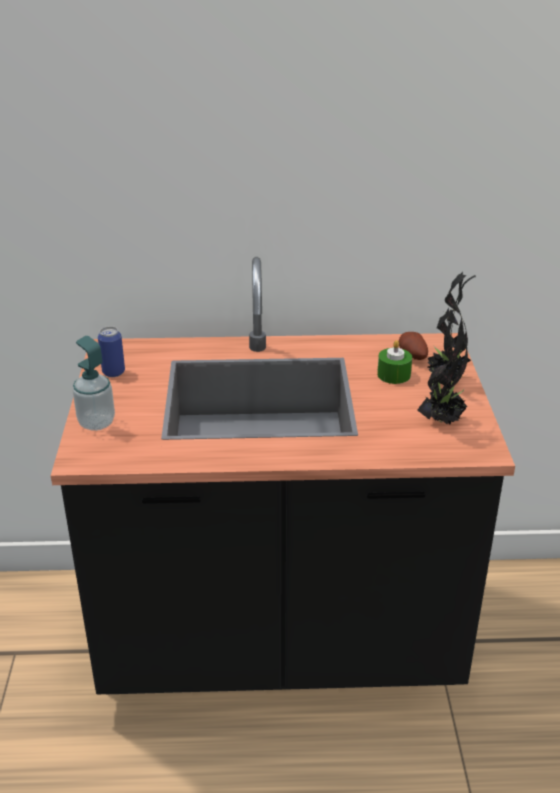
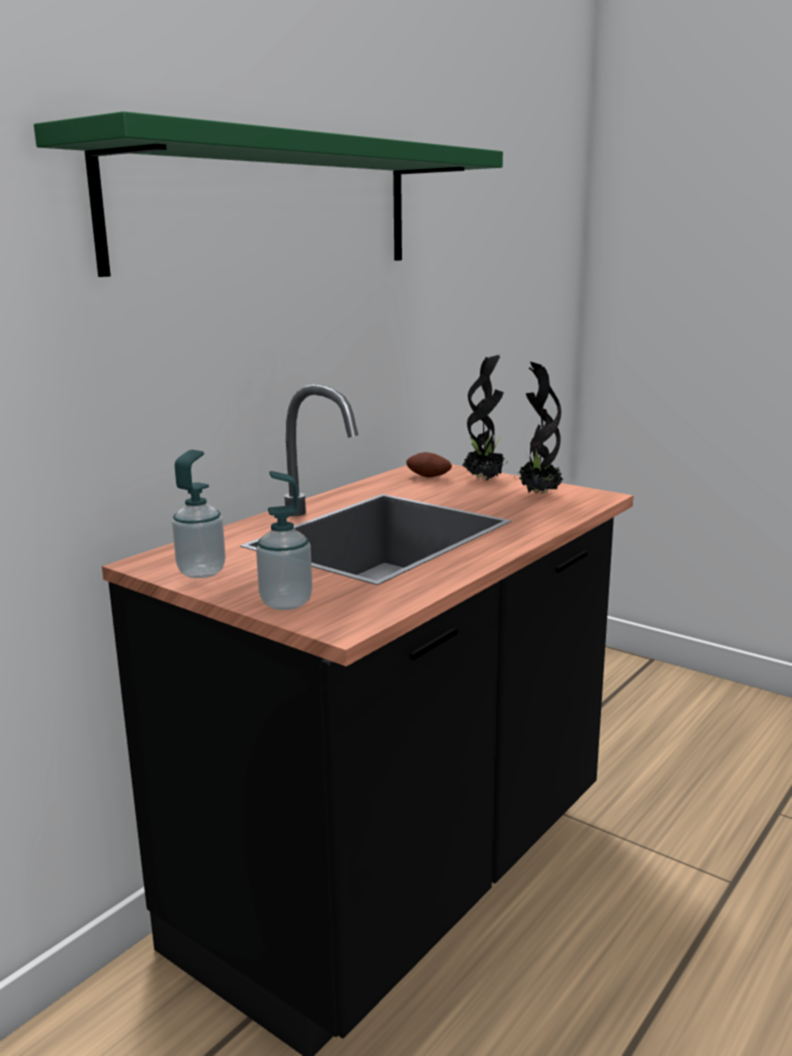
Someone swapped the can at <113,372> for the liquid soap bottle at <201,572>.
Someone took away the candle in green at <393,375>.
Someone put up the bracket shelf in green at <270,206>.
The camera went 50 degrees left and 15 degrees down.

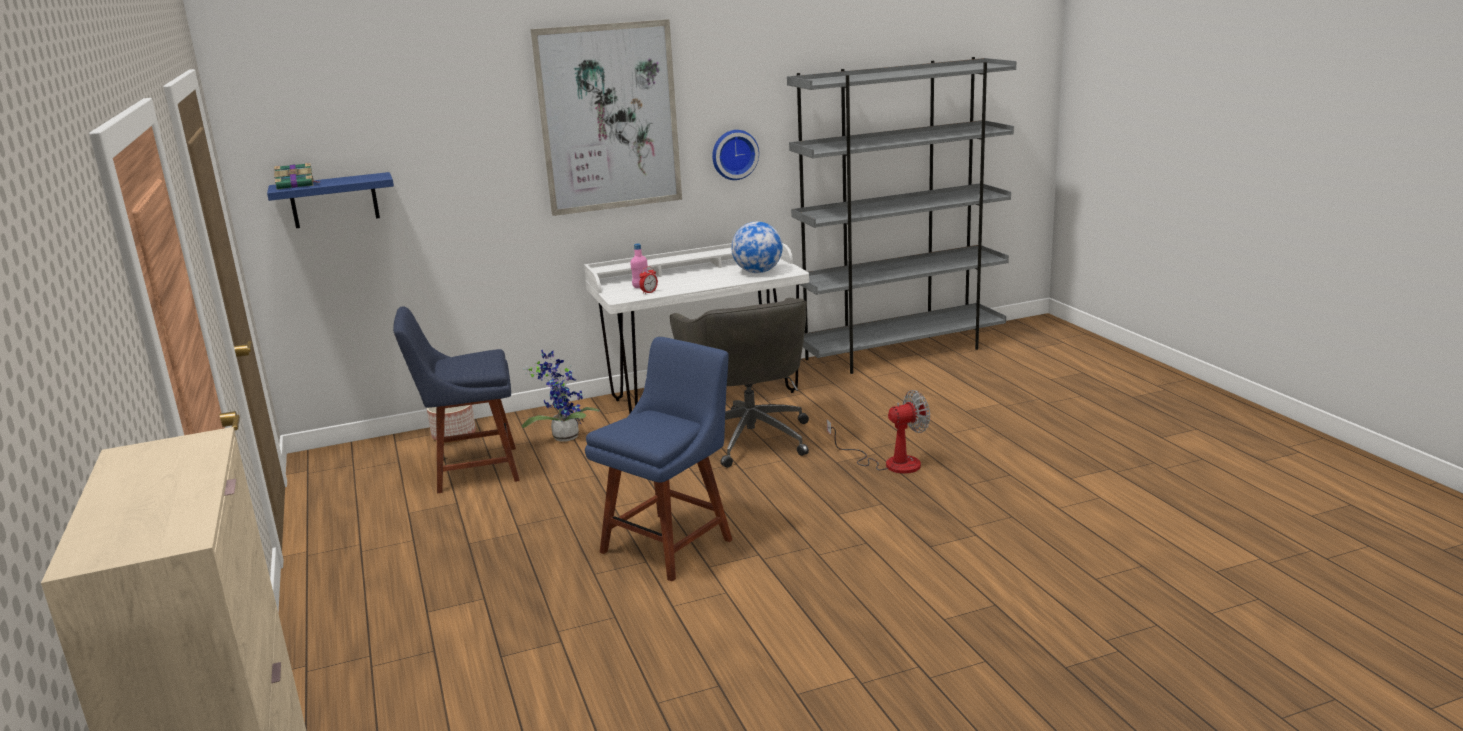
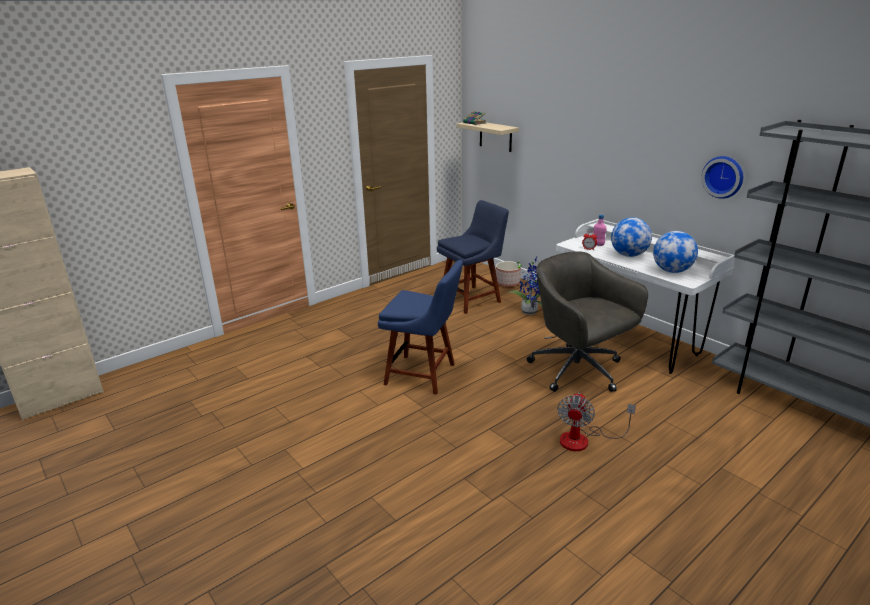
Someone took away the wall picture at <609,118>.
Someone repainted the bracket shelf in blue-coloured at <334,200>, which became the bracket shelf in beige-coloured at <495,136>.
Someone rotated the computer chair in greyish at <750,437> by 90 degrees clockwise.
Someone rotated the chair in blue-coloured at <471,470> by 90 degrees clockwise.
Someone rotated the fan at <890,463> by 60 degrees clockwise.
Someone put down the desk globe at <629,255>.
The camera went 70 degrees right and 5 degrees up.

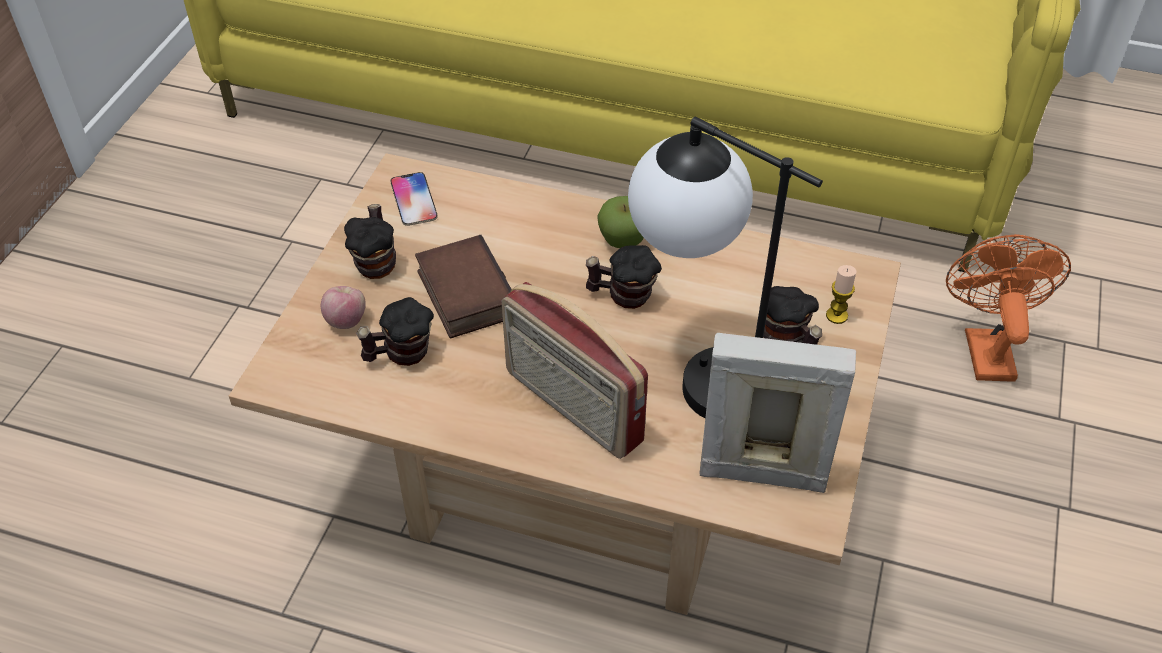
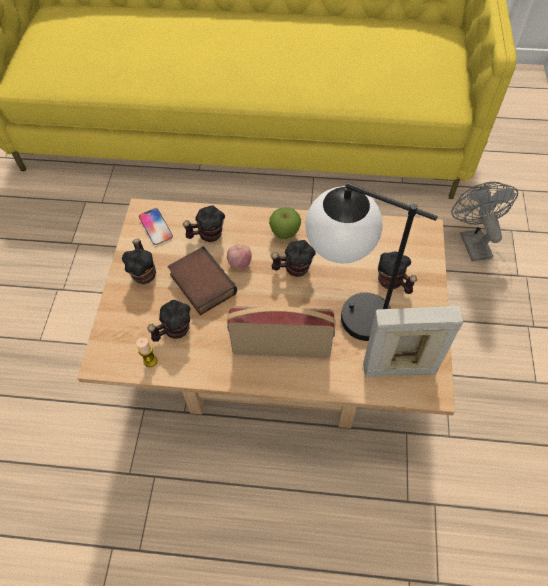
Someone repainted the fan in orangey at <985,347>, which became the fan in greyish at <472,241>.
Someone carried the candle from <836,315> to <150,360>.
Someone rotated the radio receiver at <571,408> by 150 degrees clockwise.
Someone carried the apple fruit from <346,320> to <240,263>.
Someone put down the tea mug at <206,235>.
The camera went 10 degrees left and 10 degrees up.

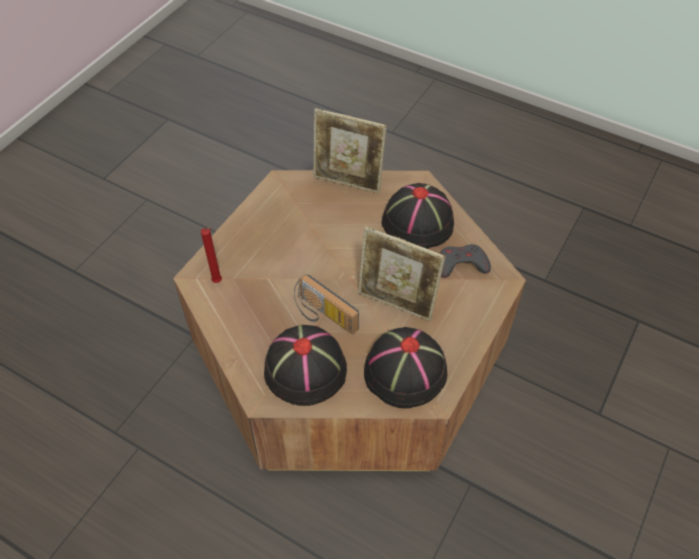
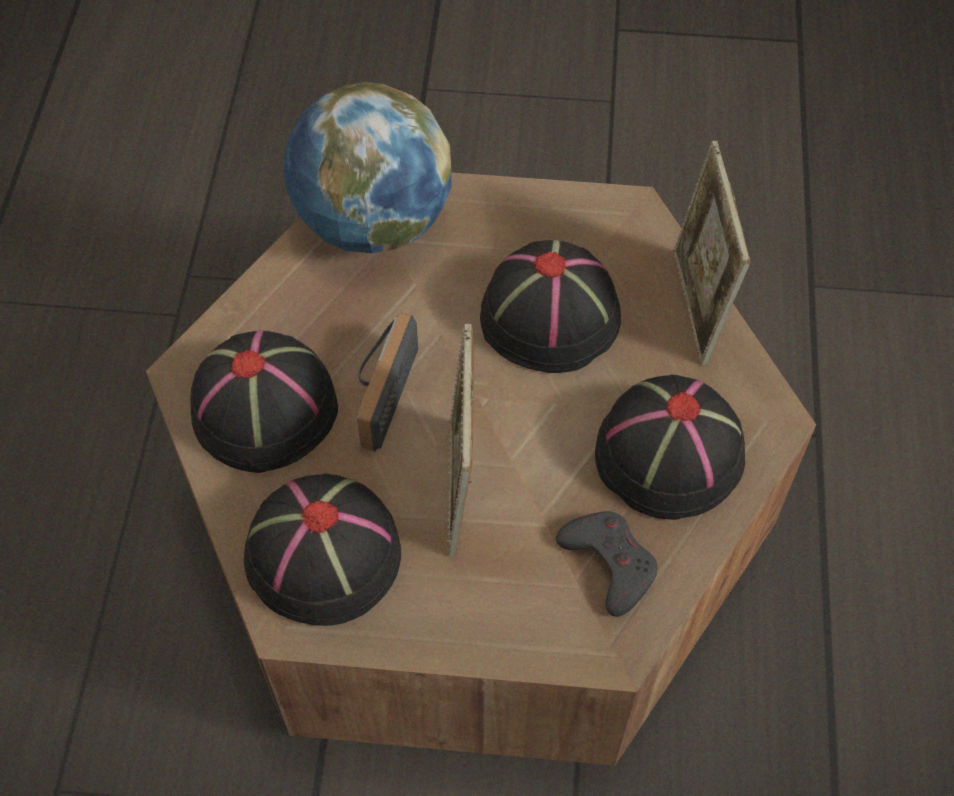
Someone swapped the candle in red at <218,282> for the desk globe at <373,223>.
Someone put down the hat in blackish at <551,316>.
The camera went 65 degrees right and 5 degrees up.

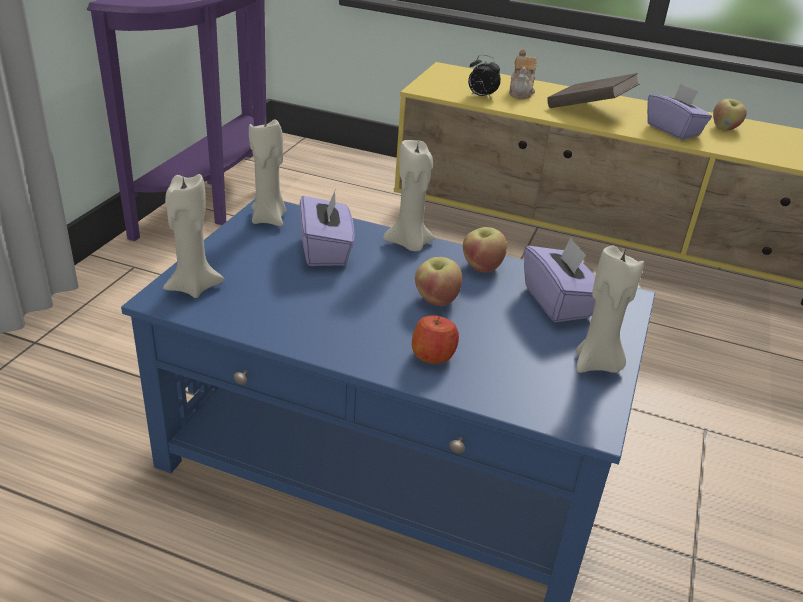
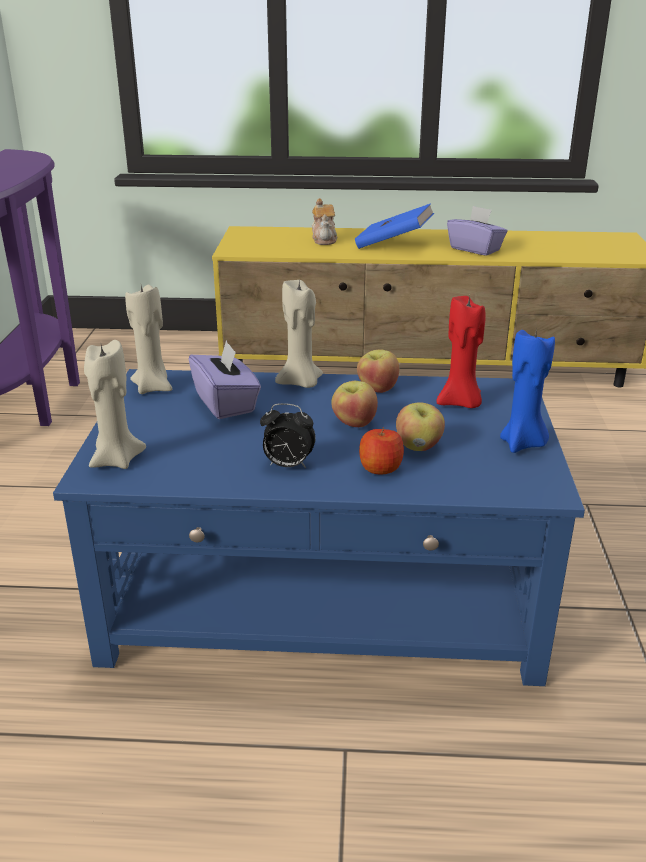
Someone carried the table clock from <481,96> to <287,465>.
Someone repainted the book in brown-coloured at <589,110>, which became the book in blue-coloured at <393,244>.
Someone carried the apple fruit from <725,128> to <419,446>.
Someone swapped the tissue box in purple-coloured at <558,302> for the candle in red at <460,403>.
Someone repainted the candle in beige-coloured at <597,364>, which became the candle in blue-coloured at <523,444>.
The camera went 15 degrees left and 5 degrees down.

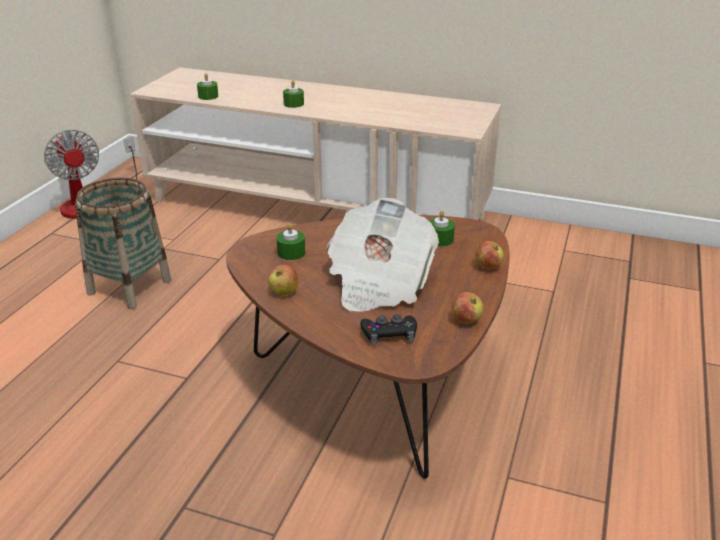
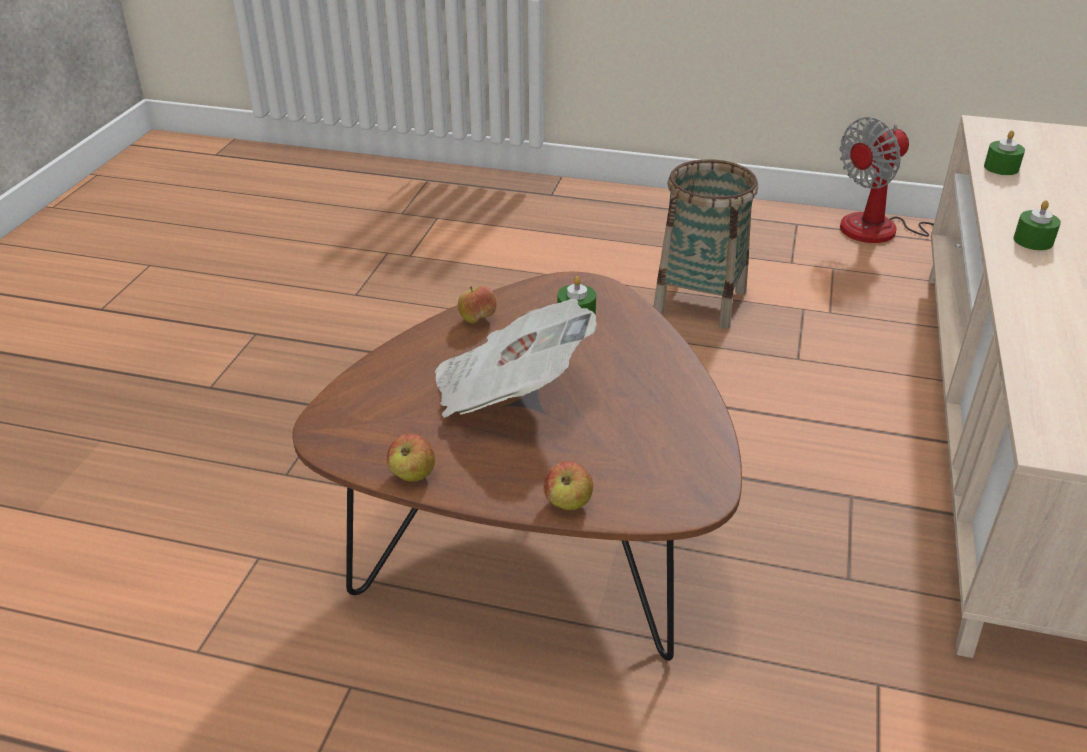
Someone took away the candle in green at <440,239>.
Someone took away the game controller in blackish at <389,334>.
The camera went 85 degrees right and 5 degrees up.

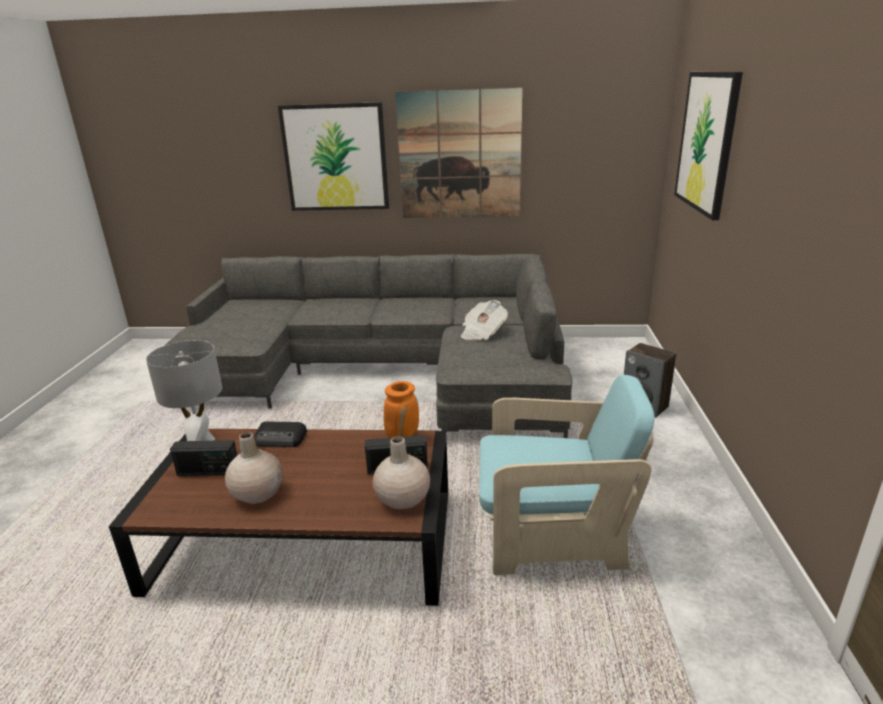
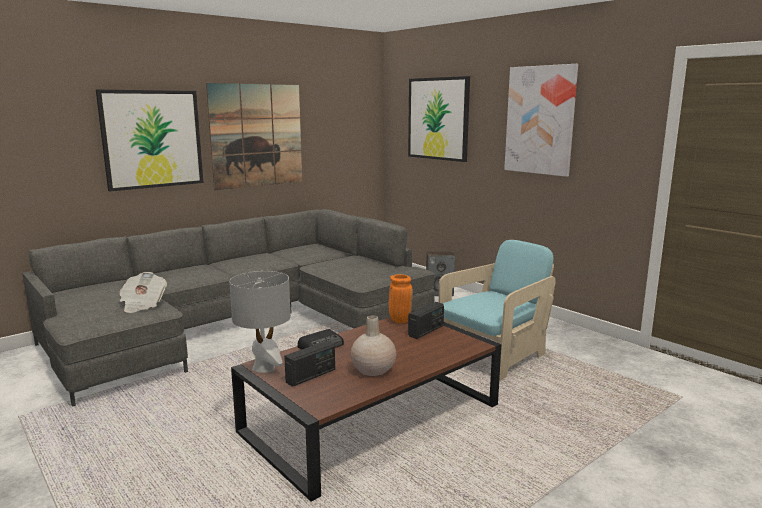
Someone carried the printed paper from <482,333> to <142,304>.
Someone took away the flower vase in beige-coloured at <402,499>.
Someone put up the wall picture at <540,120>.
The camera went 45 degrees left and 10 degrees down.

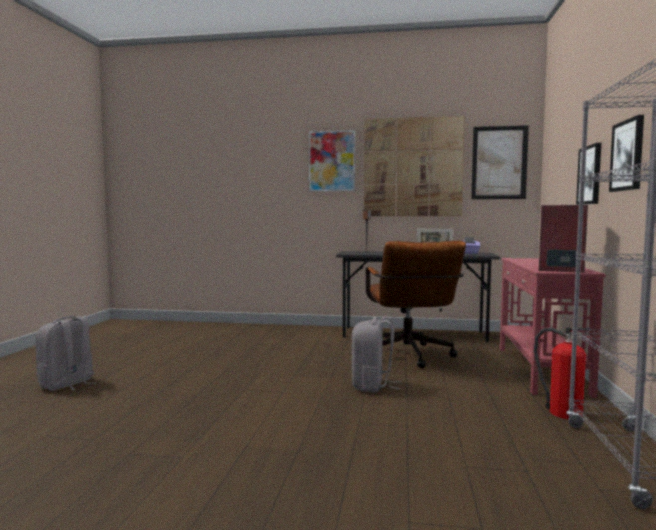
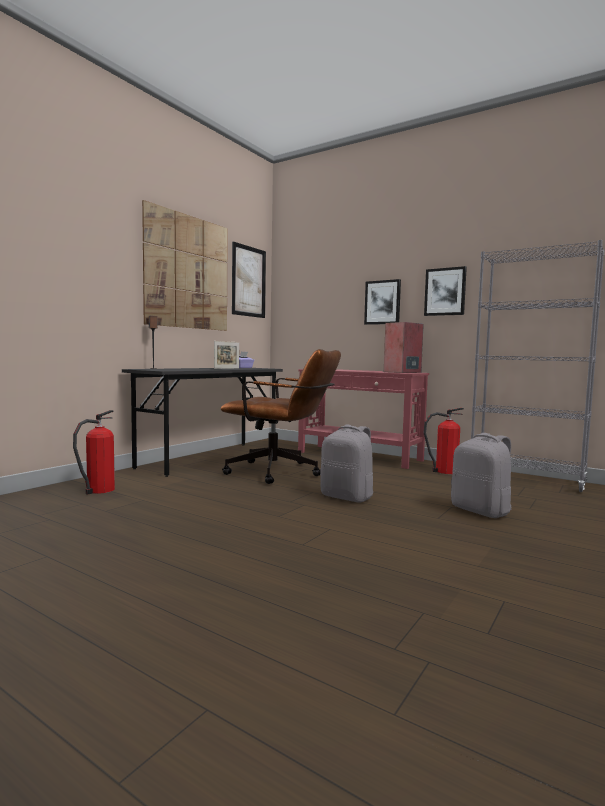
Someone took away the wall picture at <332,161>.
Someone carried the backpack in greyish from <67,384> to <481,511>.
Someone put down the fire-fighting cylinder at <99,490>.
The camera went 65 degrees left and 0 degrees up.

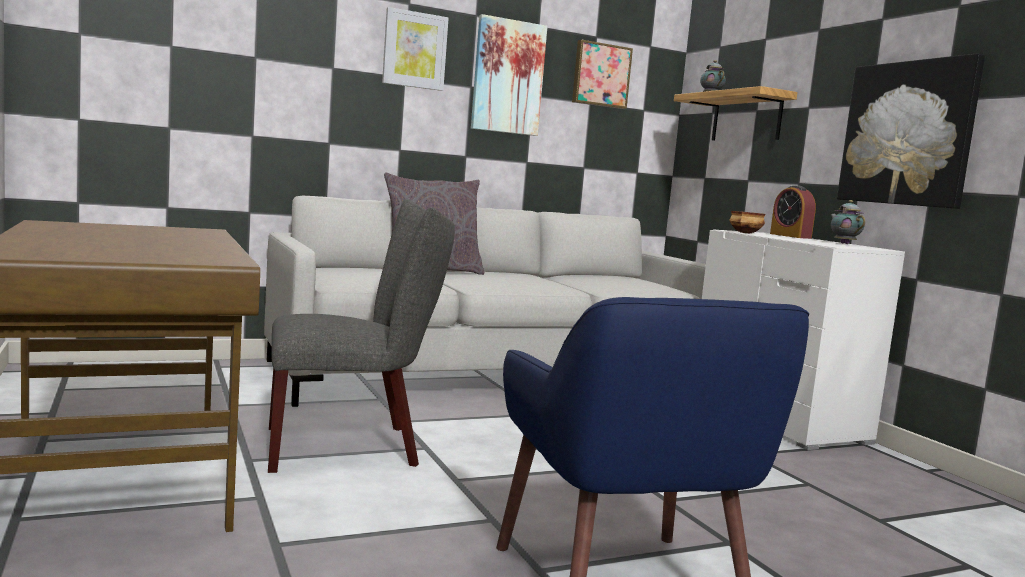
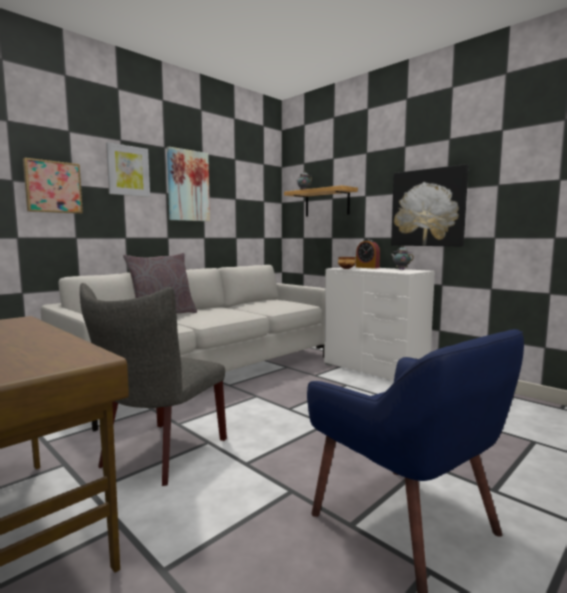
Someone carried the wall picture from <600,75> to <53,187>.
Someone rotated the chair in greyish at <352,446> by 150 degrees clockwise.
The camera went 20 degrees left and 0 degrees up.

